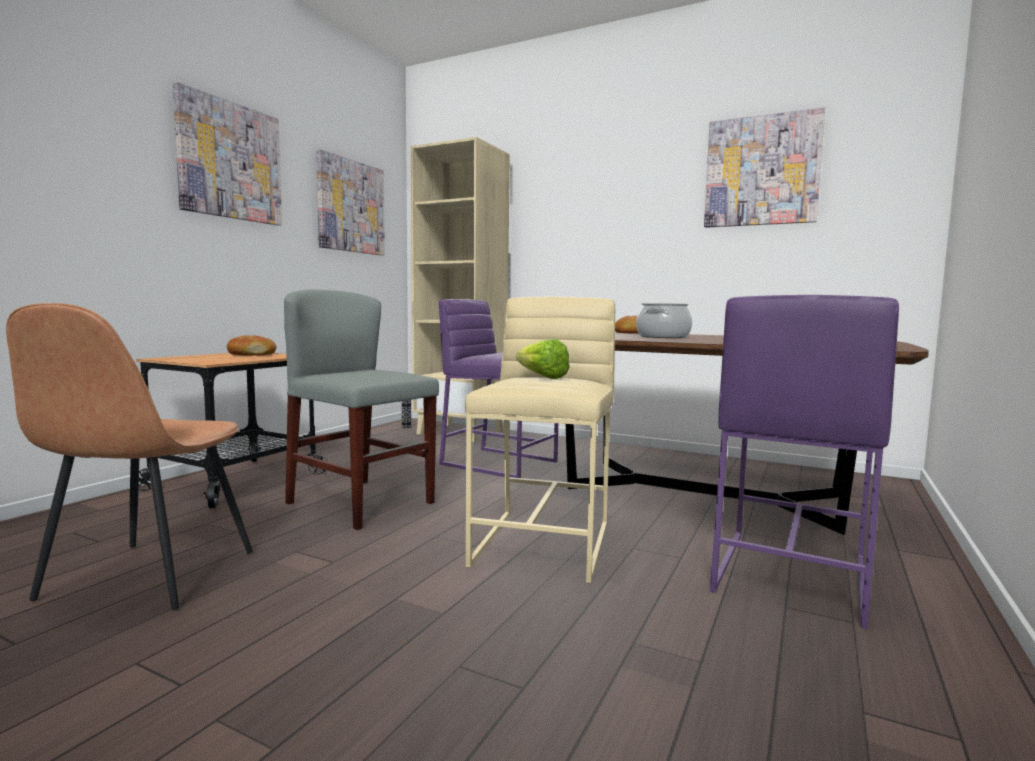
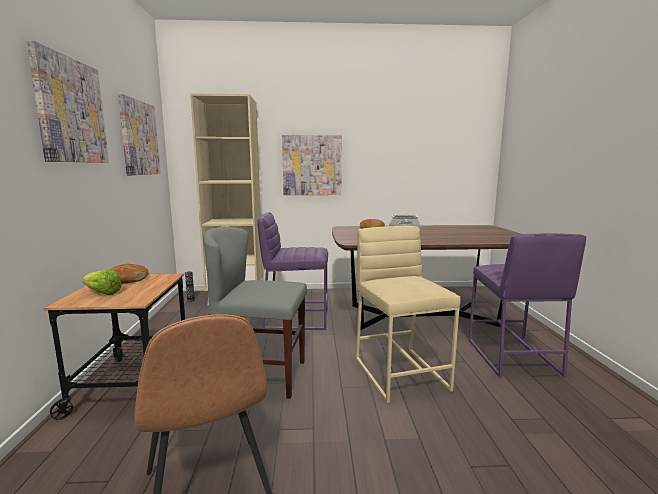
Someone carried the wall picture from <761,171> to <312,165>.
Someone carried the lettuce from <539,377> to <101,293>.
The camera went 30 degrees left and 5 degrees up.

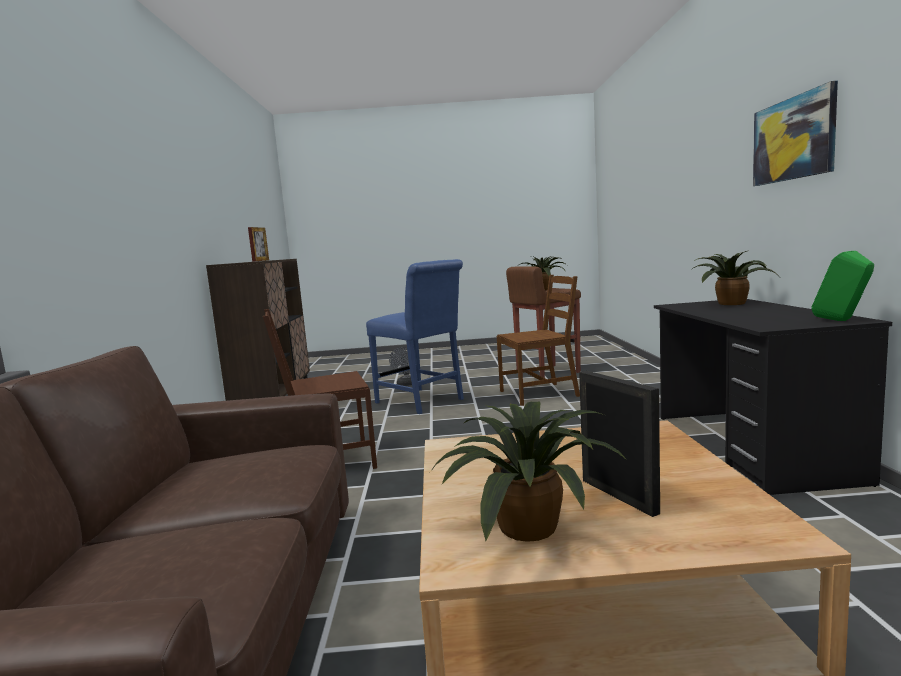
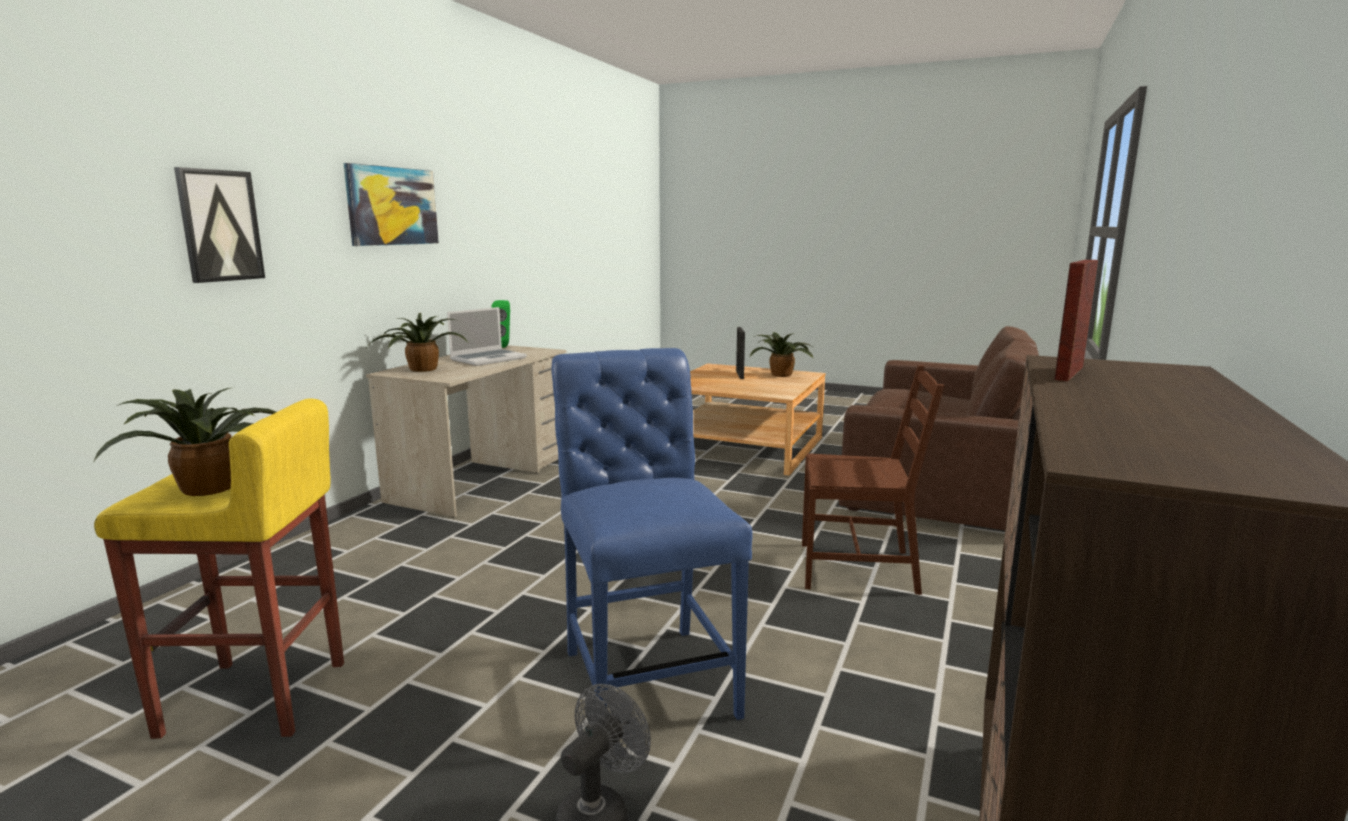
Someone repainted the stool seat in brown-coloured at <546,372>, which became the stool seat in yellow-coloured at <257,699>.
Someone took away the chair in brown-coloured at <539,393>.
Someone repainted the desk in blackish at <749,447>, which became the desk in beige-coloured at <482,479>.
Someone put up the wall picture at <220,226>.
Someone put down the laptop at <488,359>.
The camera went 155 degrees left and 5 degrees up.

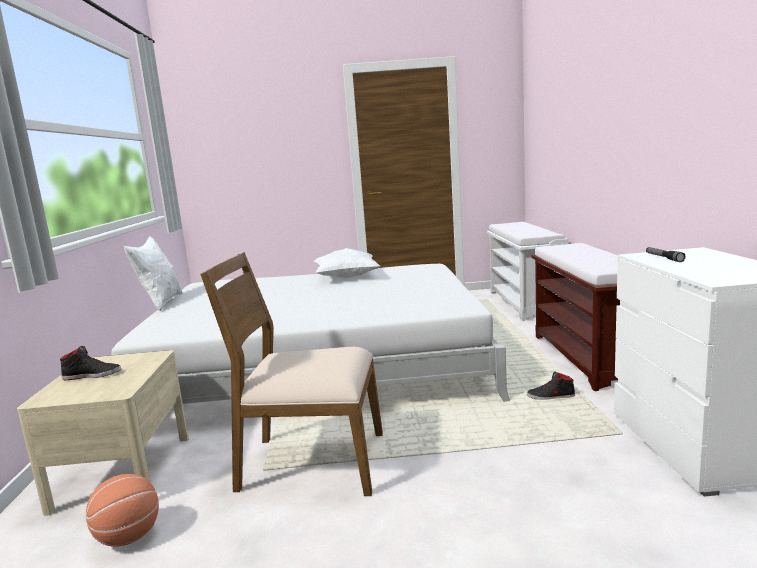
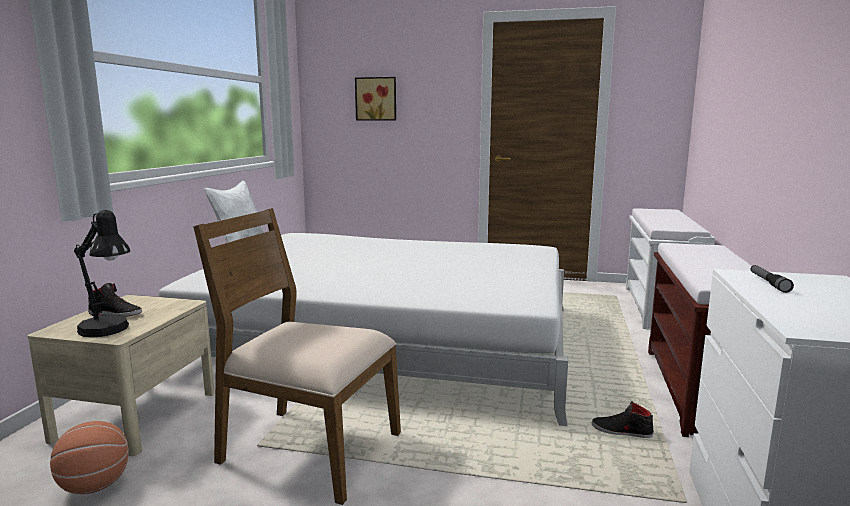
Someone took away the throw pillow in whitish at <347,278>.
Someone put up the wall picture at <376,99>.
Someone put down the lamp for a table in blackish at <108,331>.
The camera went 15 degrees right and 0 degrees up.

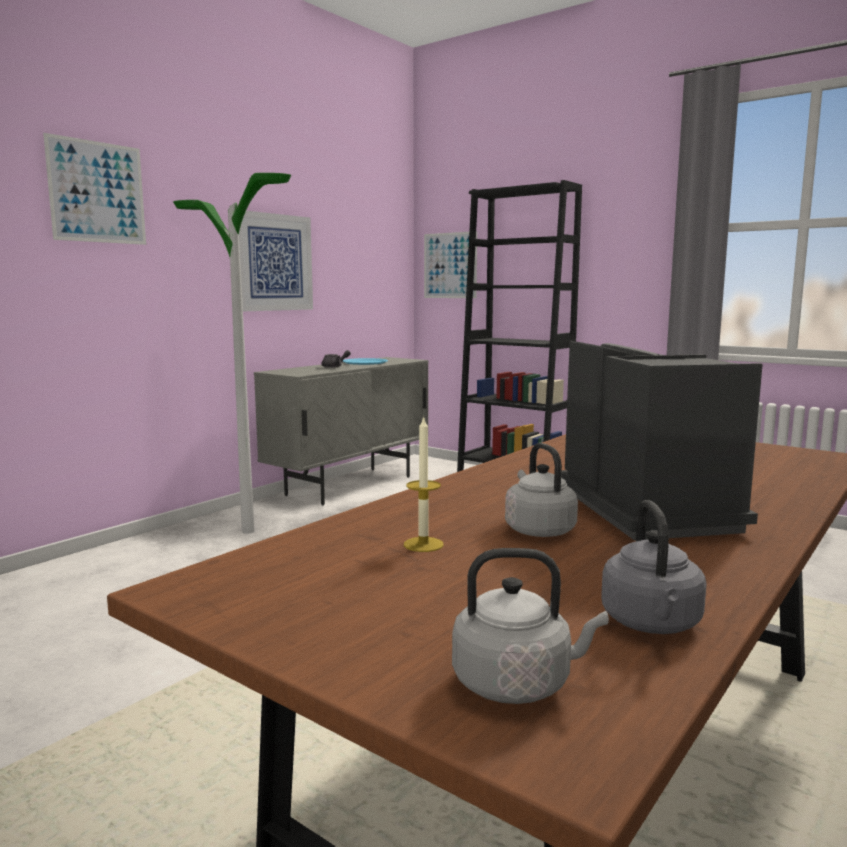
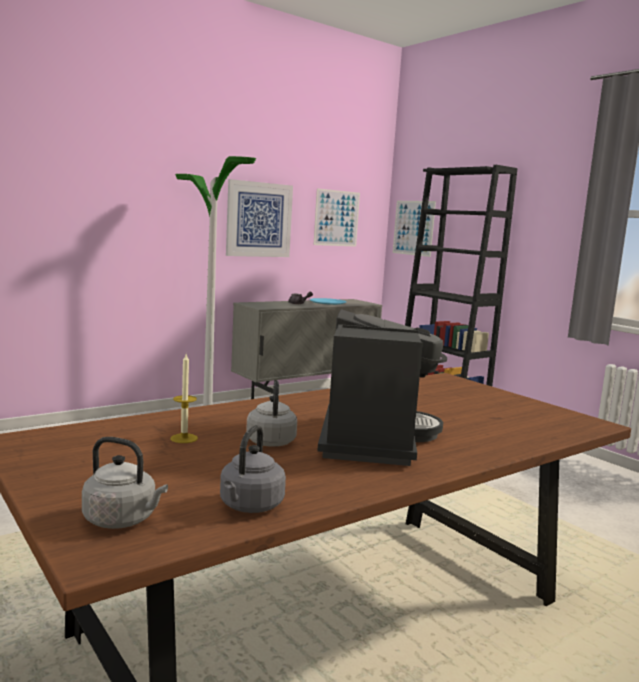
Someone carried the wall picture from <97,192> to <336,218>.
The camera went 15 degrees right and 0 degrees up.

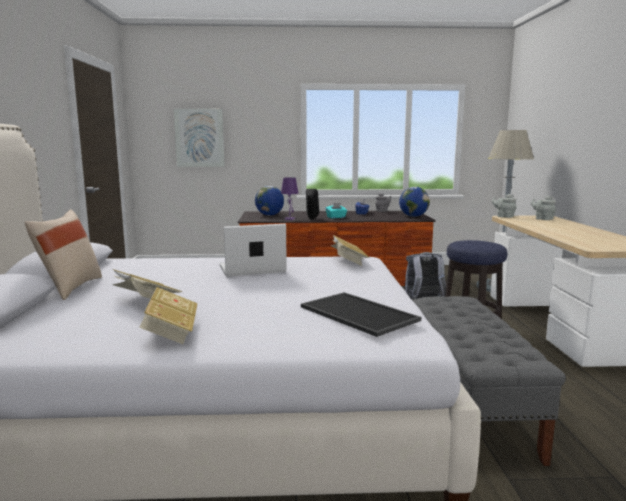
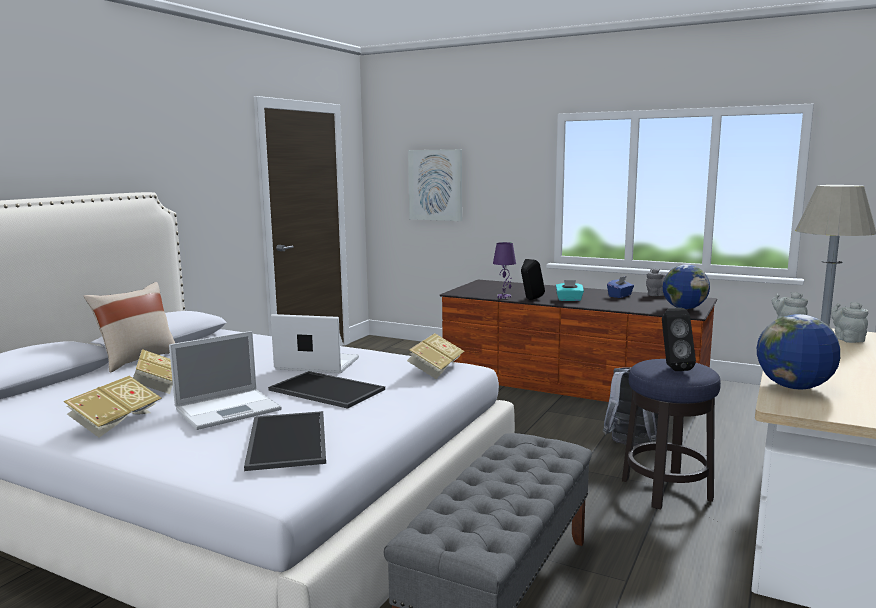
Someone carried the desk globe from <269,215> to <794,387>.
Someone put down the loudspeaker in blackish at <673,368>.
Someone put down the laptop at <230,409>.
Someone put down the serving tray at <324,390>.
The camera went 30 degrees right and 0 degrees up.

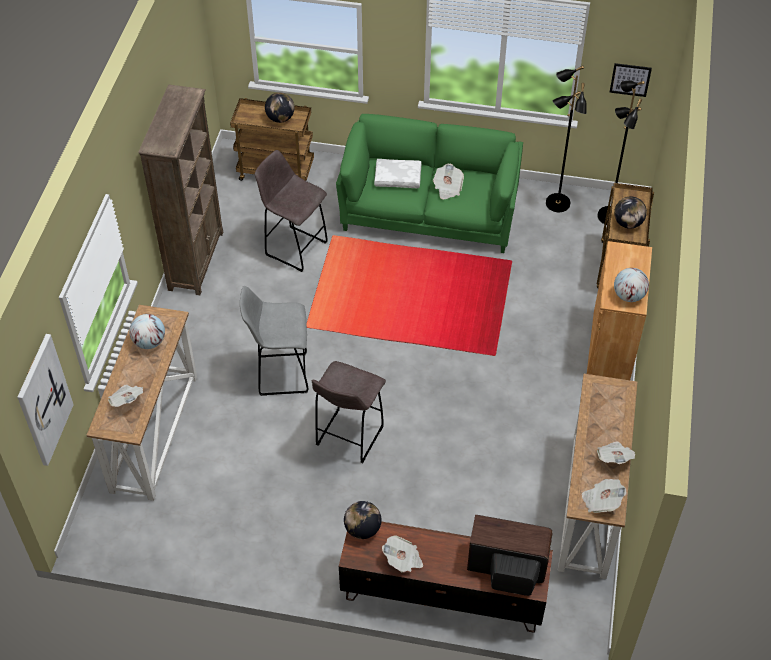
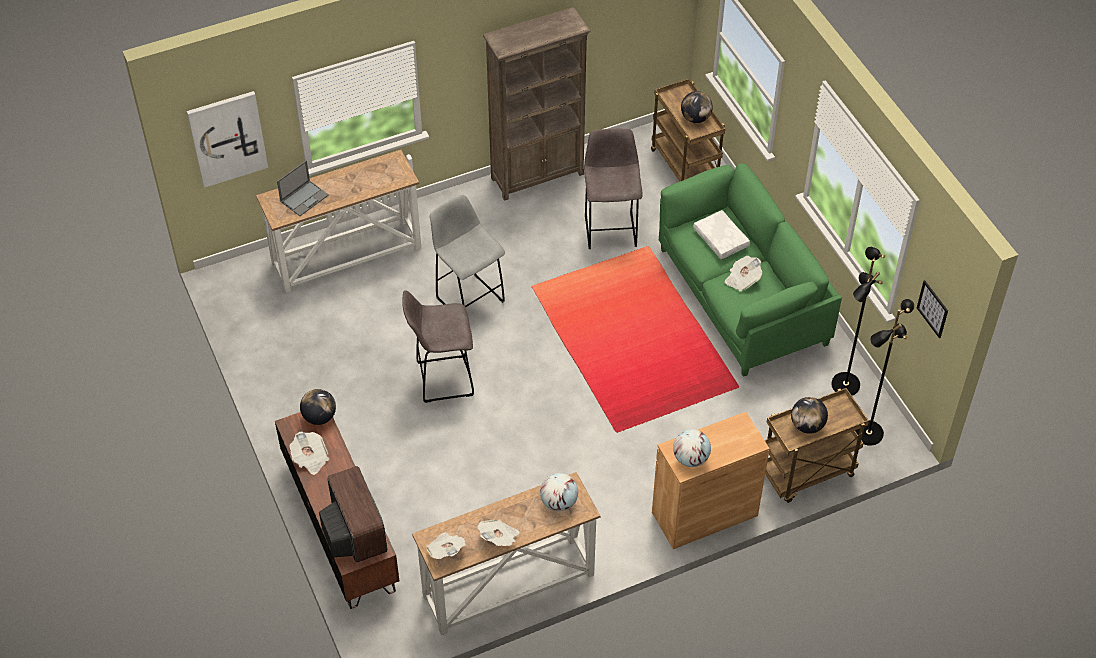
Someone carried the desk globe from <149,342> to <559,502>.
Someone swapped the printed paper at <127,400> for the laptop at <304,198>.
The camera went 55 degrees right and 0 degrees up.

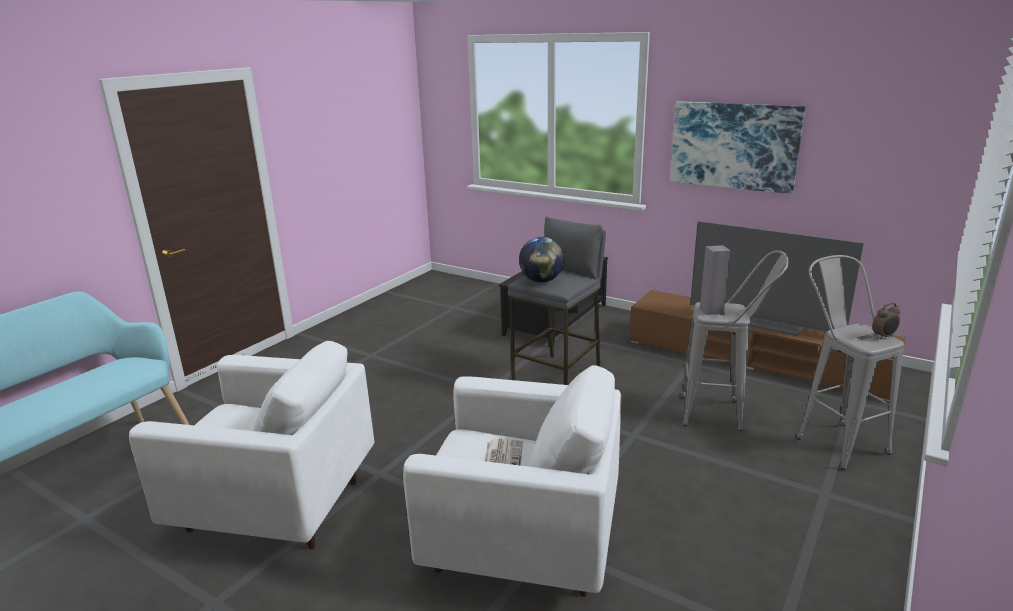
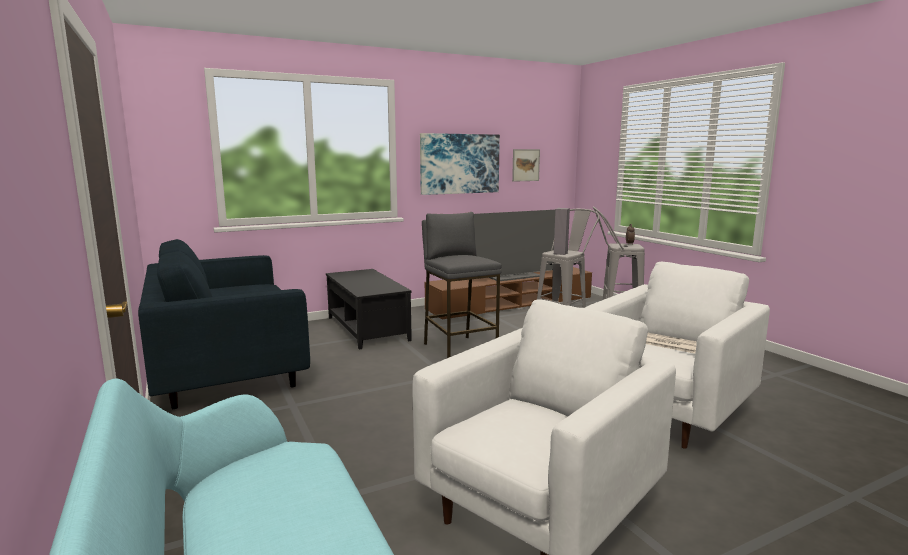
Someone took away the desk globe at <541,281>.
Someone put up the wall picture at <525,165>.
Someone put down the couch in blue-coloured at <228,366>.
The camera went 60 degrees left and 10 degrees down.

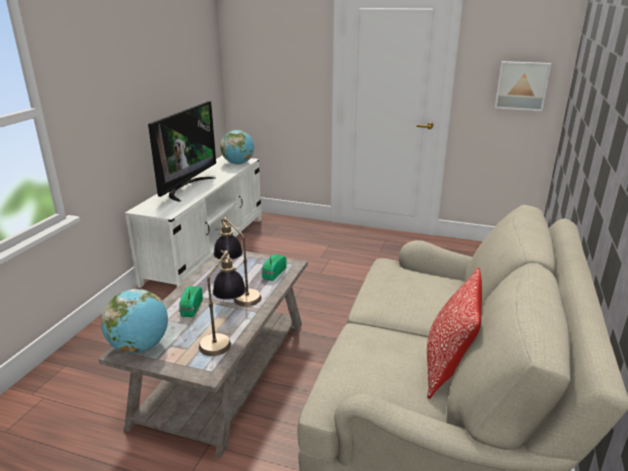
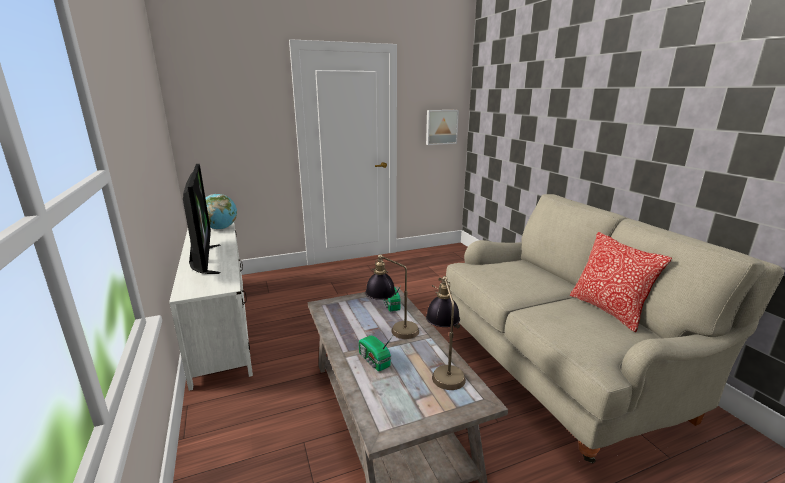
Someone took away the desk globe at <140,347>.
The camera went 40 degrees left and 5 degrees down.

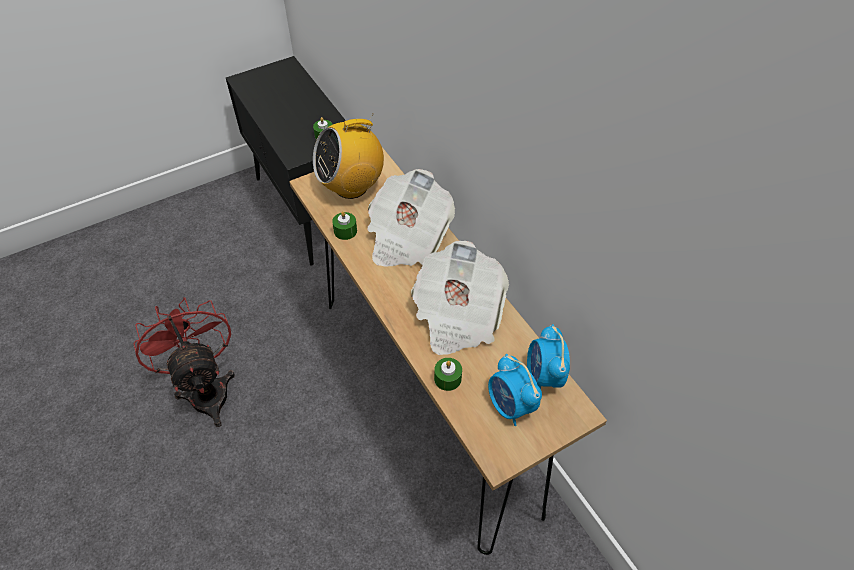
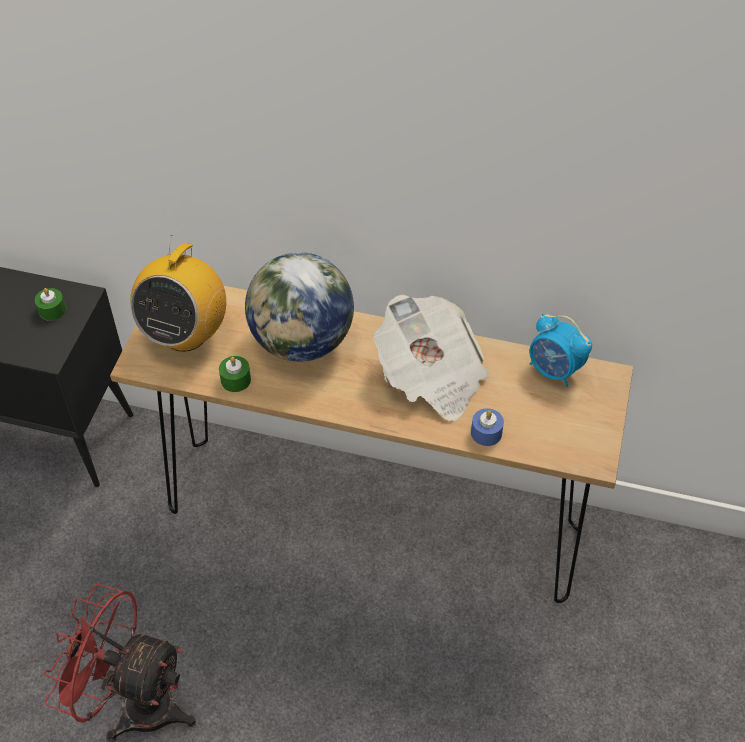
Someone swapped the printed paper at <407,237> for the desk globe at <302,342>.
Someone took away the table clock at <510,406>.
Someone repainted the candle in green at <447,378>, which became the candle in blue-coloured at <486,433>.
The camera went 45 degrees left and 0 degrees up.

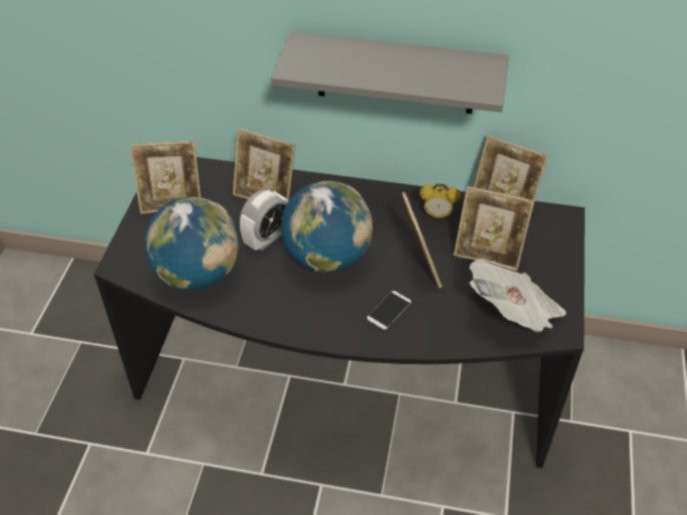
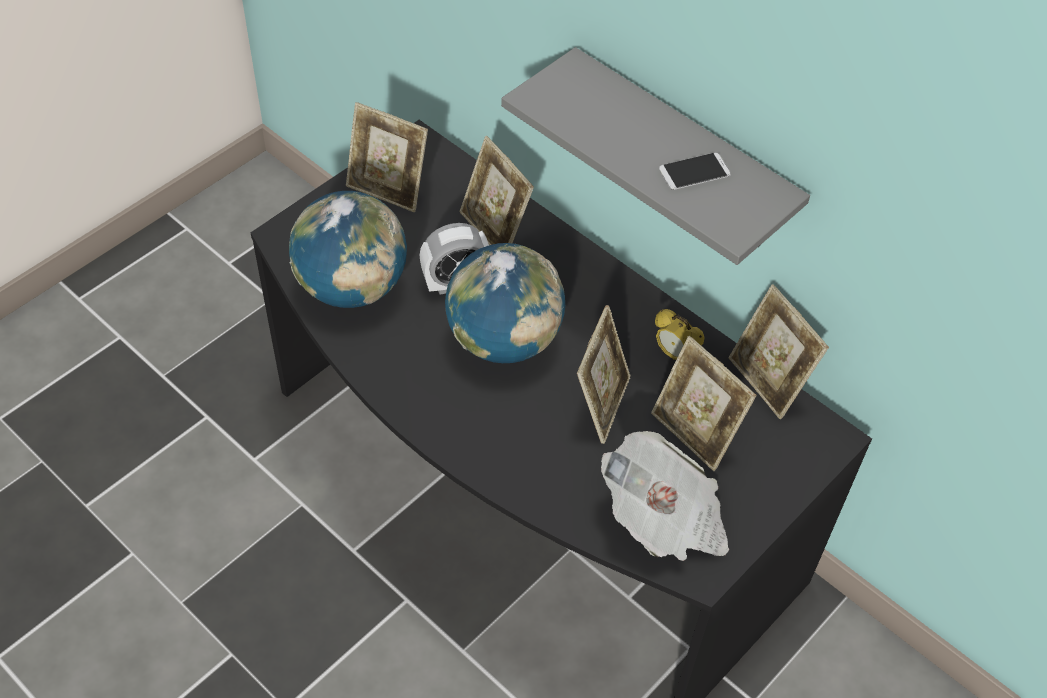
Someone carried the telephone from <389,310> to <694,172>.
The camera went 30 degrees right and 5 degrees up.

